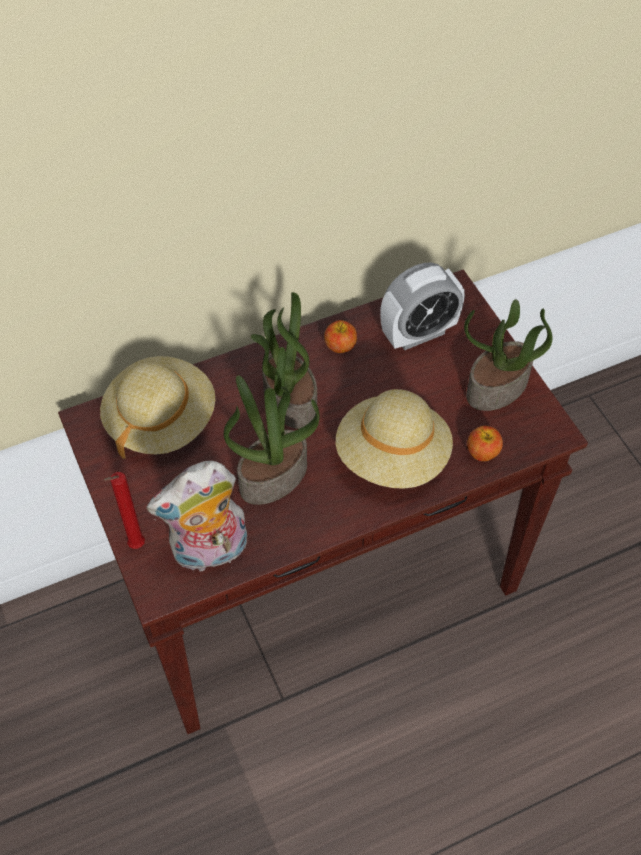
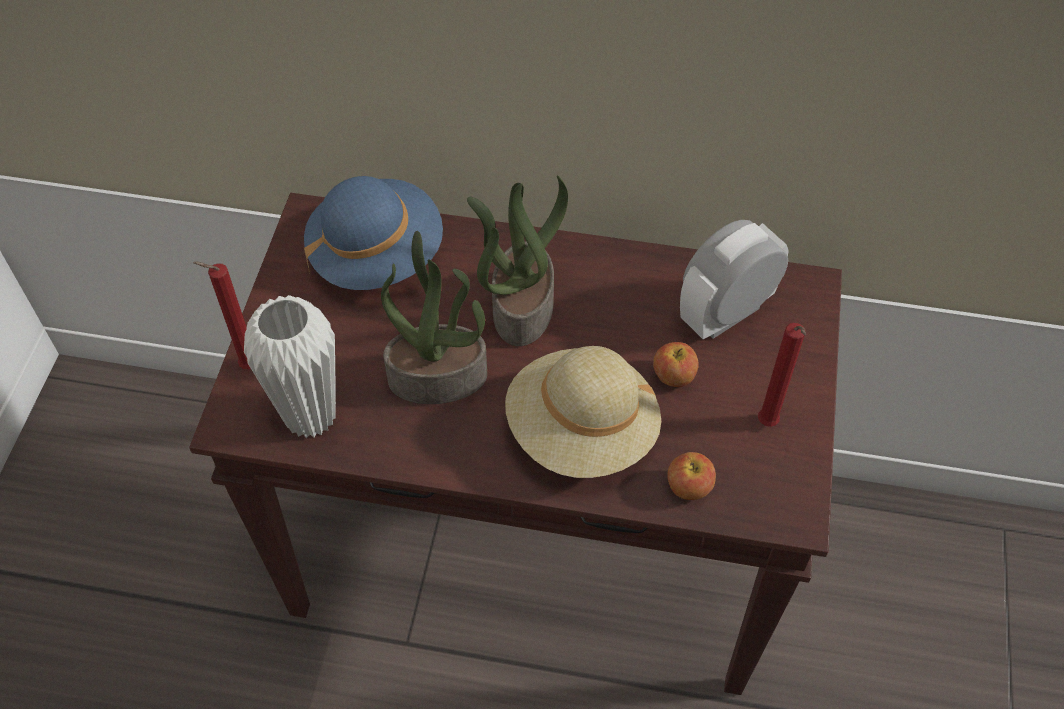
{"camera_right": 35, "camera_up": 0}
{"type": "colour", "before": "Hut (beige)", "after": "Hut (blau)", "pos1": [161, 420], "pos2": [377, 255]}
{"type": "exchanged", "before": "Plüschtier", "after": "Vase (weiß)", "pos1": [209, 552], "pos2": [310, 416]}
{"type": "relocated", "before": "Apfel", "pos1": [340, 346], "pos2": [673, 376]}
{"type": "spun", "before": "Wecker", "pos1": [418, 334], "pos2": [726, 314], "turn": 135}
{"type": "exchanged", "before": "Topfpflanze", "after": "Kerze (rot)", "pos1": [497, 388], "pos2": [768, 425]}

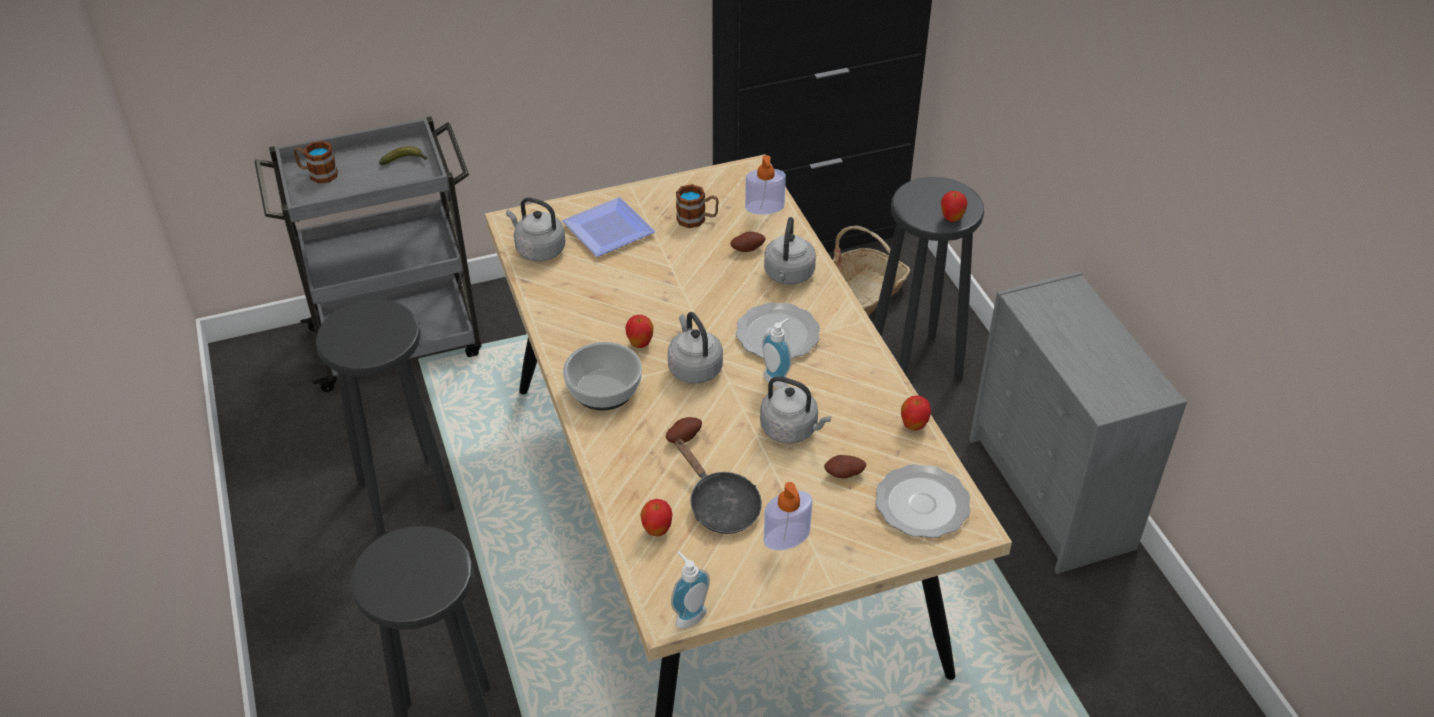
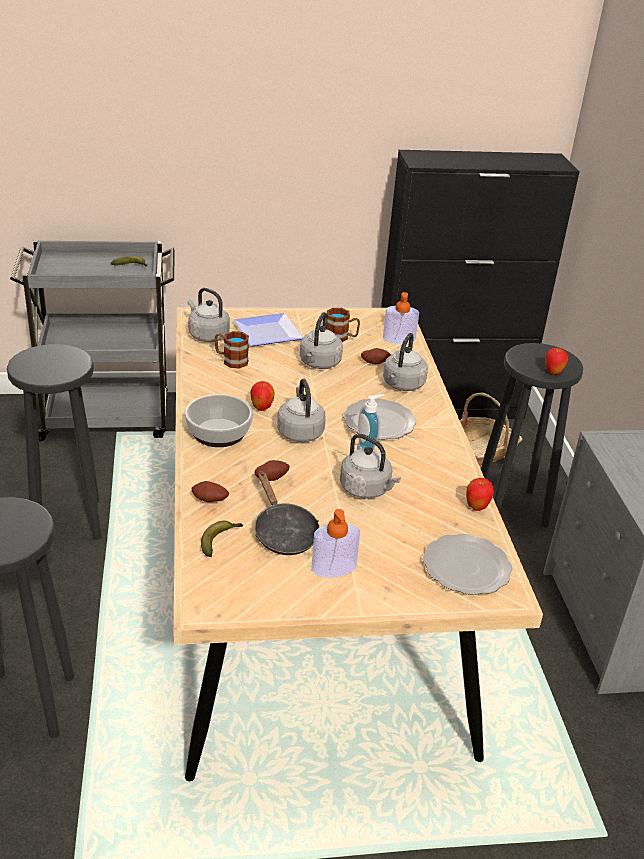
{"camera_right": 10, "camera_up": -10}
{"type": "relocated", "before": "Henkelbecher", "pos1": [318, 174], "pos2": [231, 360]}
{"type": "exchanged", "before": "Apfel", "after": "Banane", "pos1": [657, 531], "pos2": [220, 540]}
{"type": "missing", "before": "Seifenspender", "pos1": [688, 615]}
{"type": "relocated", "before": "Kartoffel", "pos1": [844, 475], "pos2": [209, 501]}
{"type": "appeared", "after": "Wasserkessel (grau)", "pos2": [319, 364]}

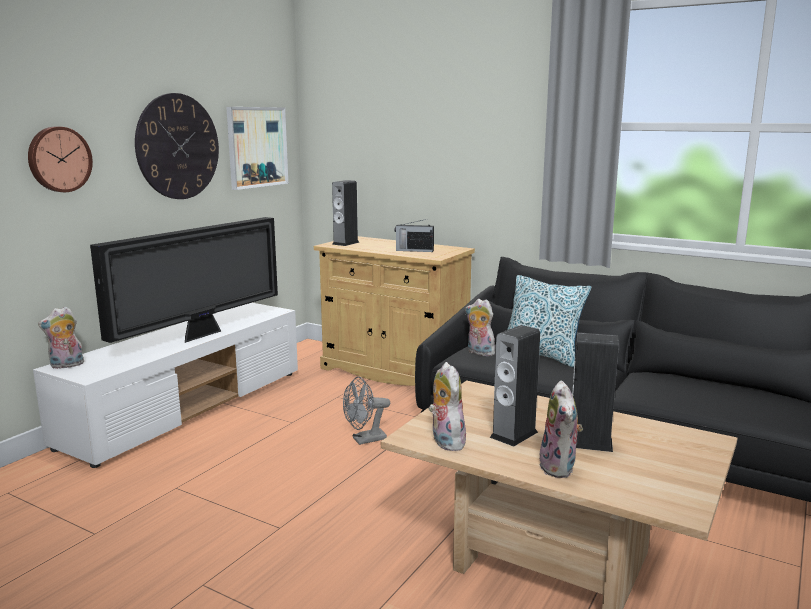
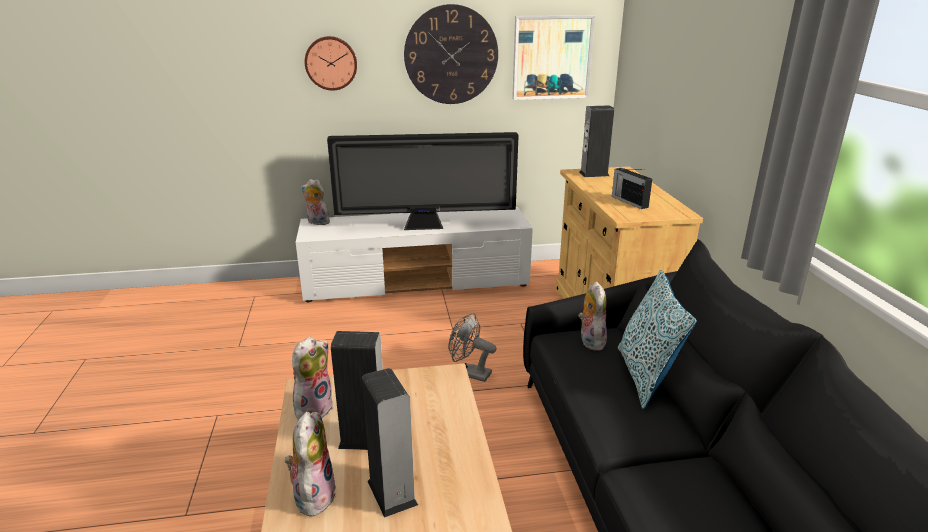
{"camera_right": 50, "camera_up": 10}
{"type": "spun", "before": "Plüschtier", "pos1": [560, 468], "pos2": [313, 495], "turn": 135}

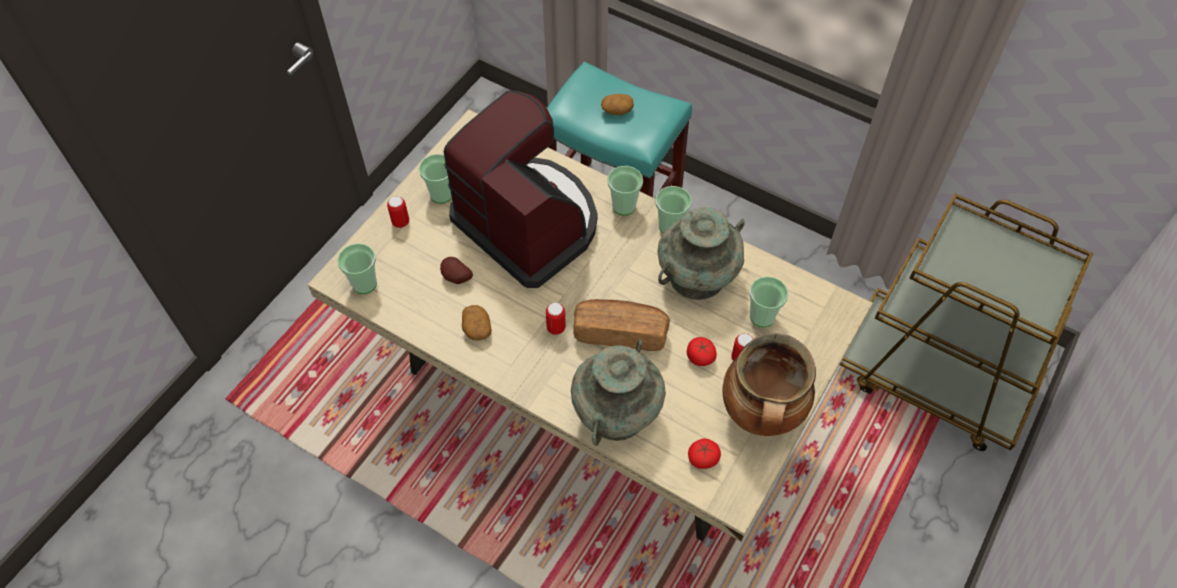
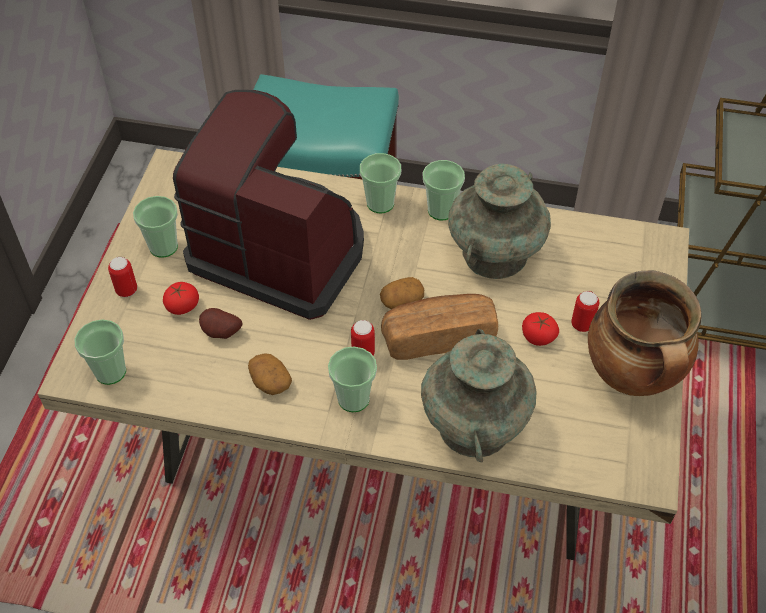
{"camera_right": -20, "camera_up": -5}
{"type": "relocated", "before": "Kartoffel", "pos1": [617, 110], "pos2": [402, 302]}
{"type": "relocated", "before": "Tomate", "pos1": [703, 458], "pos2": [182, 306]}
{"type": "relocated", "before": "Tasse", "pos1": [762, 316], "pos2": [353, 399]}

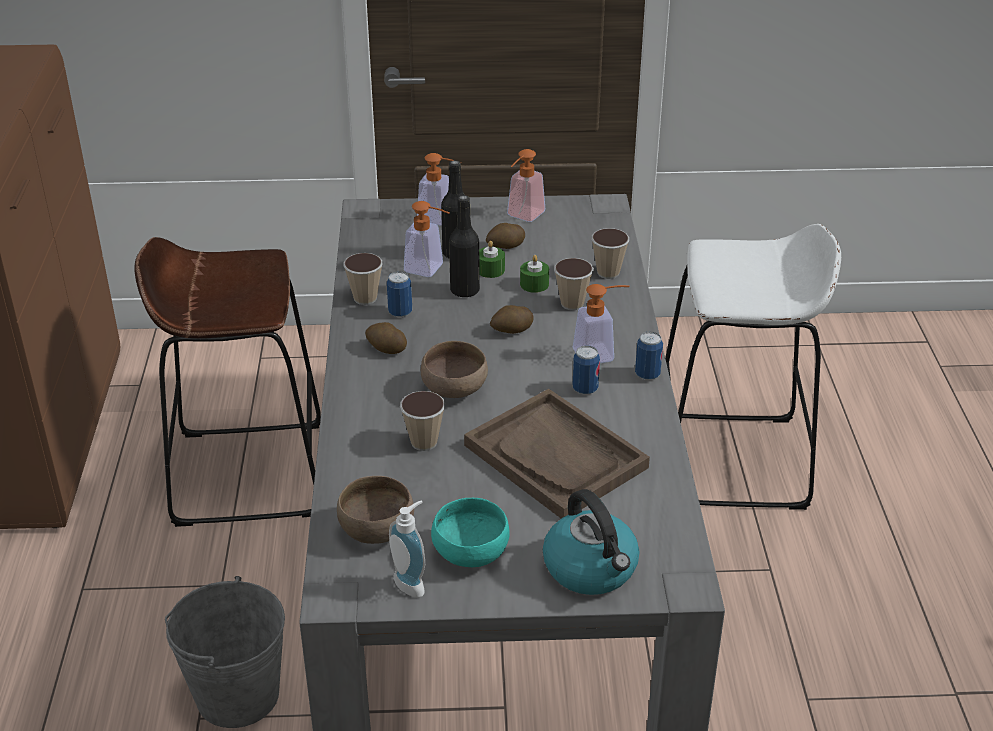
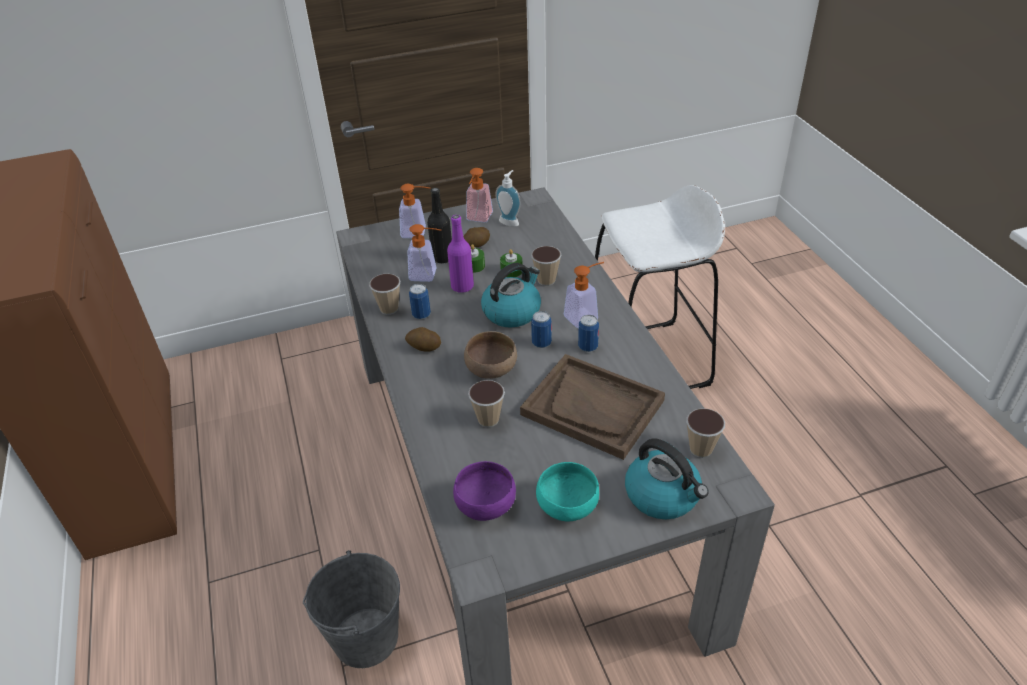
{"camera_right": -15, "camera_up": 5}
{"type": "missing", "before": "Hocker (braun)", "pos1": [249, 473]}
{"type": "colour", "before": "Schüssel (braun)", "after": "Schüssel (lila)", "pos1": [377, 529], "pos2": [485, 504]}
{"type": "relocated", "before": "Seifenspender", "pos1": [412, 583], "pos2": [510, 221]}
{"type": "colour", "before": "Flasche (schwarz)", "after": "Flasche (lila)", "pos1": [465, 290], "pos2": [462, 286]}
{"type": "exchanged", "before": "Kartoffel", "after": "Wasserkessel", "pos1": [511, 331], "pos2": [512, 311]}
{"type": "relocated", "before": "Tasse", "pos1": [608, 273], "pos2": [700, 449]}
{"type": "relocated", "before": "Dose", "pos1": [647, 374], "pos2": [541, 343]}

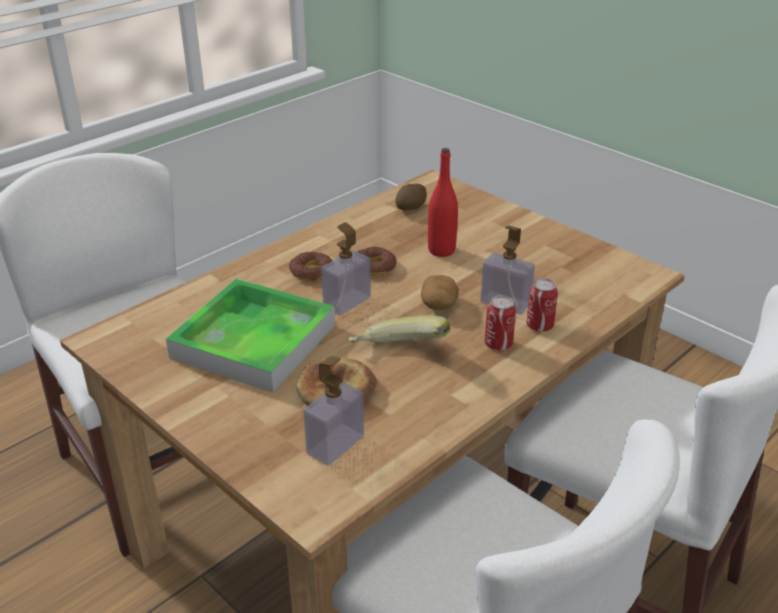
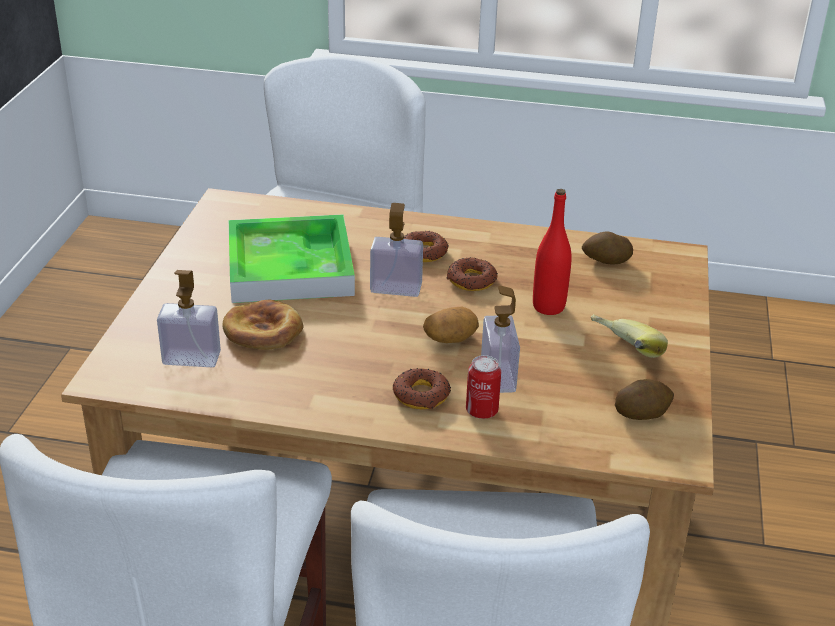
{"camera_right": 55, "camera_up": 0}
{"type": "relocated", "before": "Banane", "pos1": [398, 354], "pos2": [621, 356]}
{"type": "exchanged", "before": "Dose", "after": "Donut", "pos1": [498, 344], "pos2": [421, 395]}
{"type": "appeared", "after": "Kartoffel", "pos2": [642, 413]}

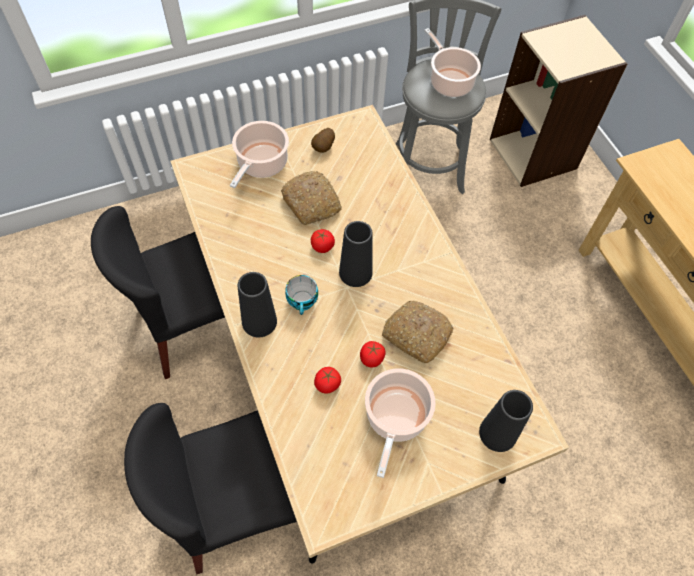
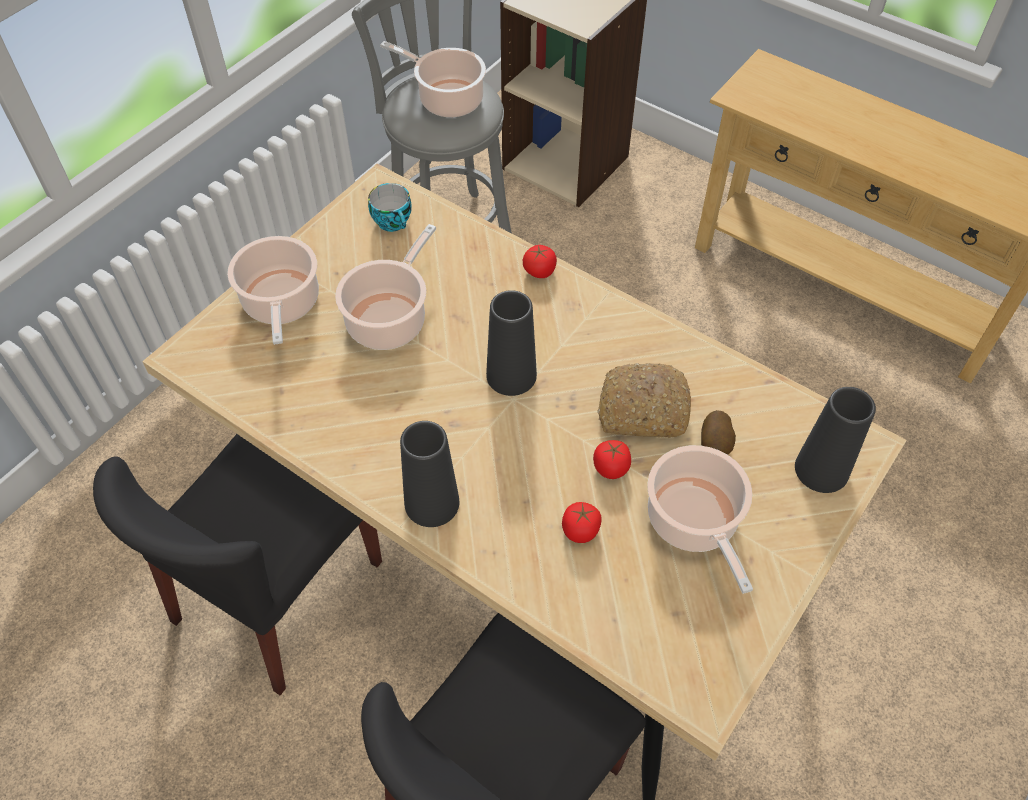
{"camera_right": -30, "camera_up": -5}
{"type": "exchanged", "before": "Brot", "after": "Kochtopf", "pos1": [312, 203], "pos2": [389, 319]}
{"type": "relocated", "before": "Tasse", "pos1": [303, 302], "pos2": [394, 222]}
{"type": "relocated", "before": "Kartoffel", "pos1": [324, 148], "pos2": [715, 445]}
{"type": "relocated", "before": "Tomate", "pos1": [322, 246], "pos2": [539, 271]}

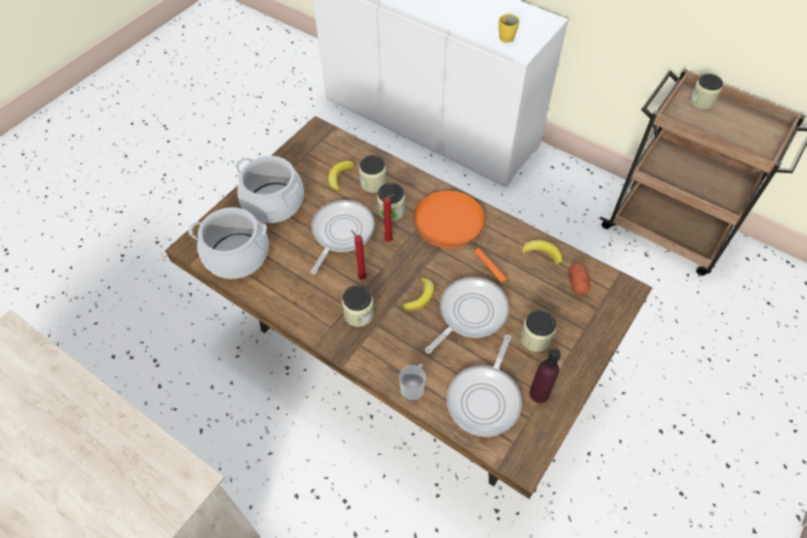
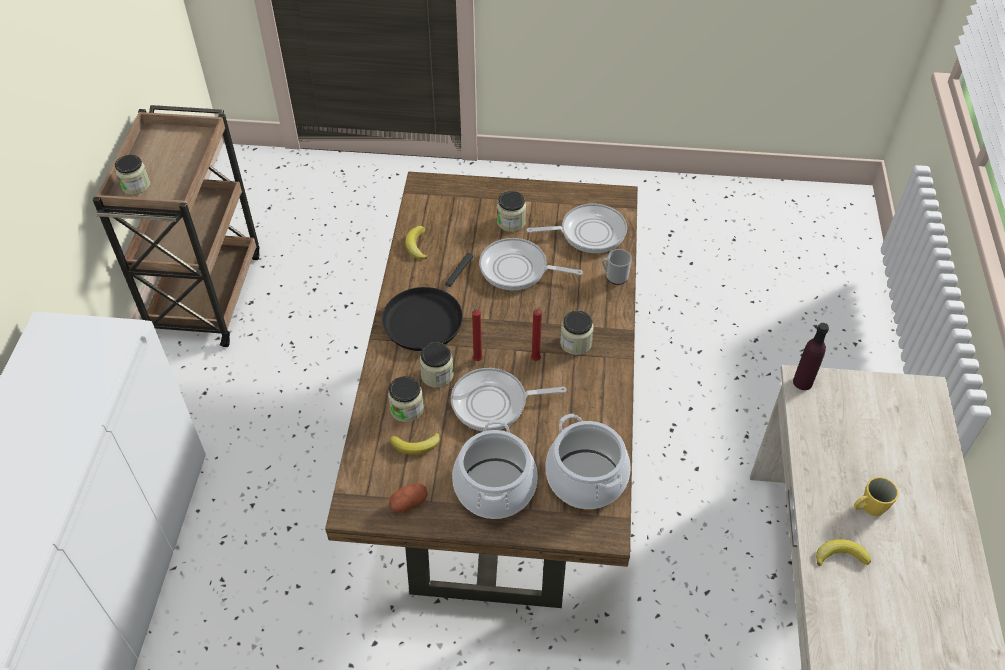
{"camera_right": -120, "camera_up": -5}
{"type": "relocated", "before": "Banane", "pos1": [420, 297], "pos2": [840, 555]}
{"type": "colour", "before": "Pfanne (orange)", "after": "Pfanne (schwarz)", "pos1": [452, 226], "pos2": [425, 318]}
{"type": "relocated", "before": "Henkelbecher (gelb)", "pos1": [507, 35], "pos2": [868, 508]}
{"type": "relocated", "before": "Flasche (lila)", "pos1": [539, 393], "pos2": [802, 382]}
{"type": "relocated", "before": "Kartoffel", "pos1": [577, 283], "pos2": [409, 502]}

